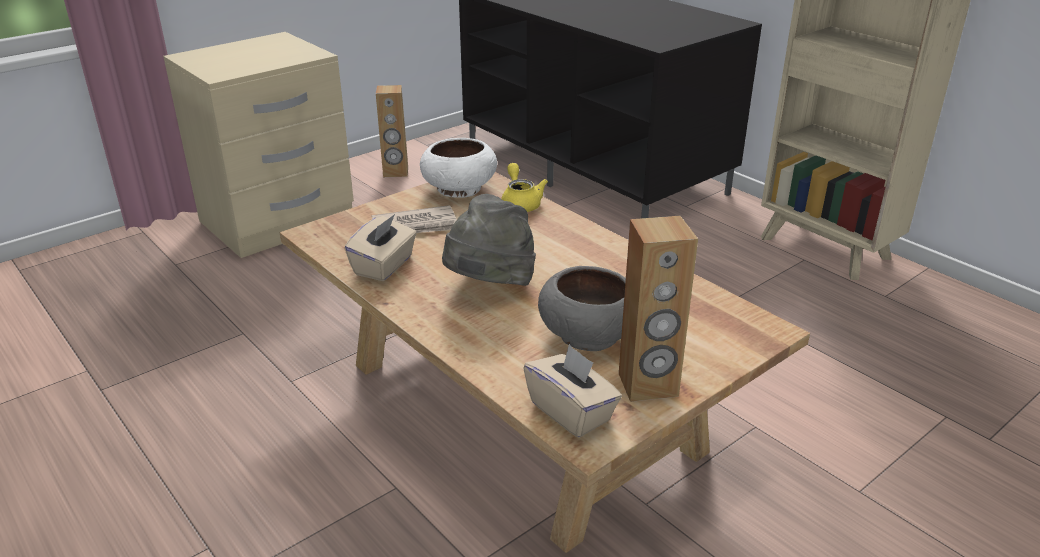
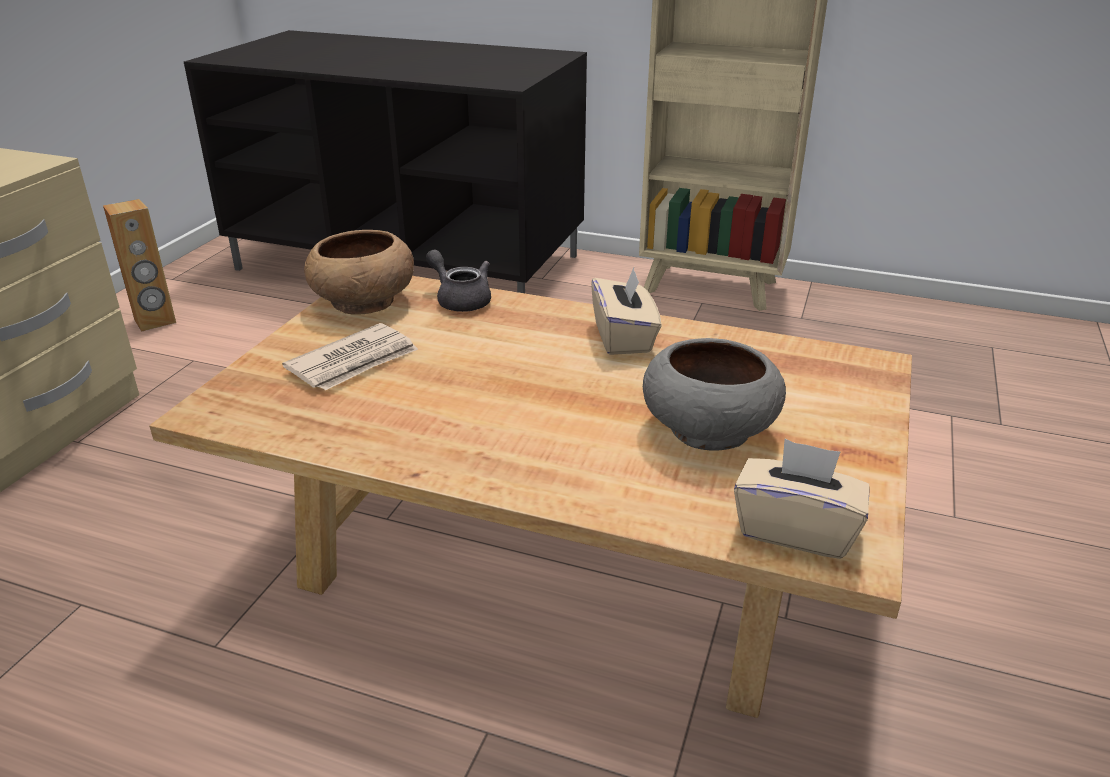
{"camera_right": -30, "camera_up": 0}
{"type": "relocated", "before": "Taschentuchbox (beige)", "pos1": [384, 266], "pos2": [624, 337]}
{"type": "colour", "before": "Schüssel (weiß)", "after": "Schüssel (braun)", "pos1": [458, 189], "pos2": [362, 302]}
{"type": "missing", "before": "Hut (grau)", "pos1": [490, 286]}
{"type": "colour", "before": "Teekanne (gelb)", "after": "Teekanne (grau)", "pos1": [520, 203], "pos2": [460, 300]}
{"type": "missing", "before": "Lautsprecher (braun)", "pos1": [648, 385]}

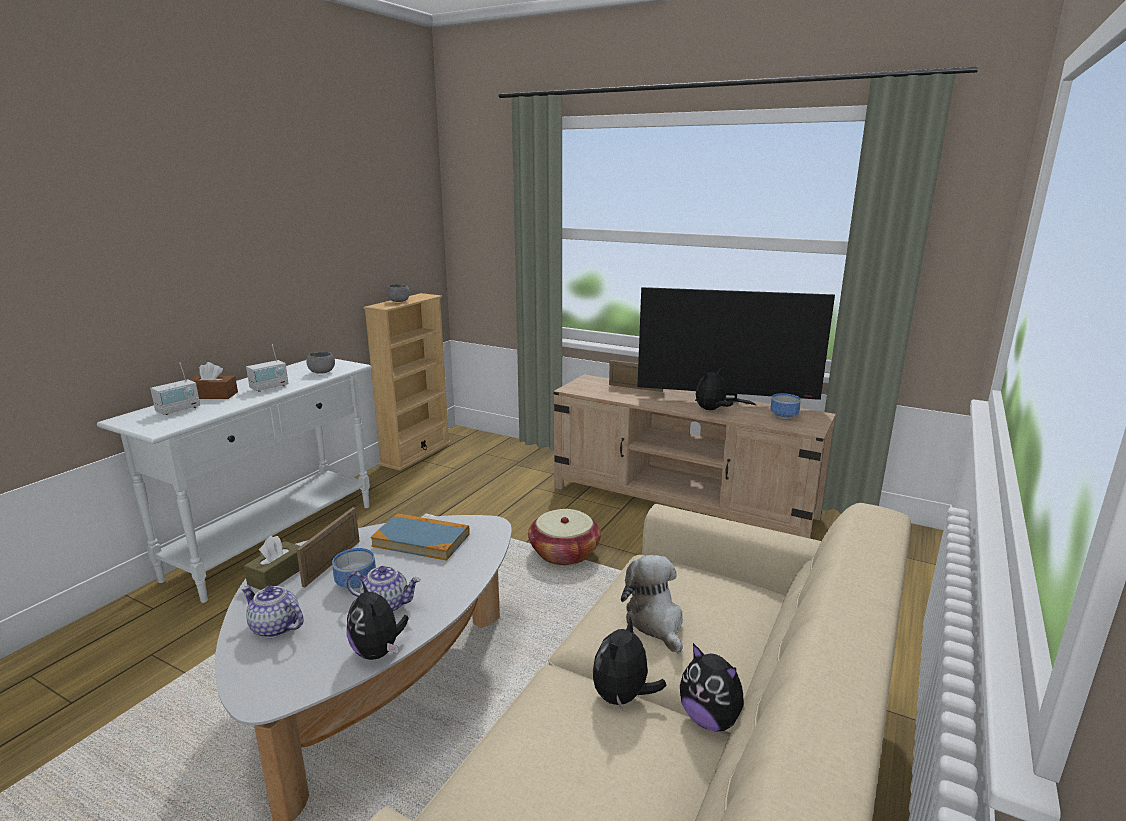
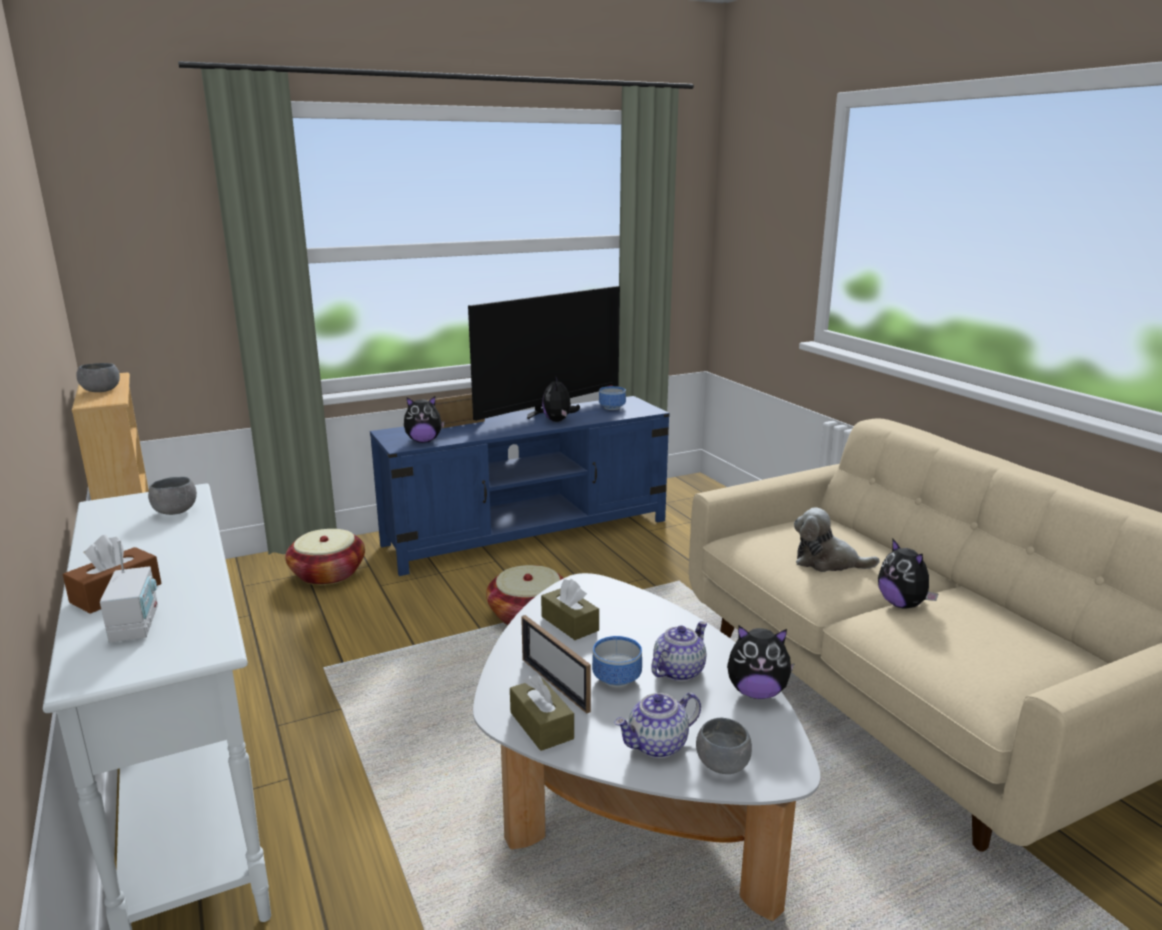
{"camera_right": -55, "camera_up": 0}
{"type": "missing", "before": "Radio", "pos1": [269, 387]}
{"type": "exchanged", "before": "Buch", "after": "Taschentuchbox (braun)", "pos1": [421, 540], "pos2": [569, 623]}
{"type": "colour", "before": "Fernsehschrank (beige)", "after": "Fernsehschrank (blau)", "pos1": [682, 502], "pos2": [528, 532]}
{"type": "relocated", "before": "Plüschtier", "pos1": [711, 719], "pos2": [424, 441]}
{"type": "appeared", "after": "Korb", "pos2": [328, 574]}
{"type": "appeared", "after": "Schüssel (grau)", "pos2": [722, 765]}

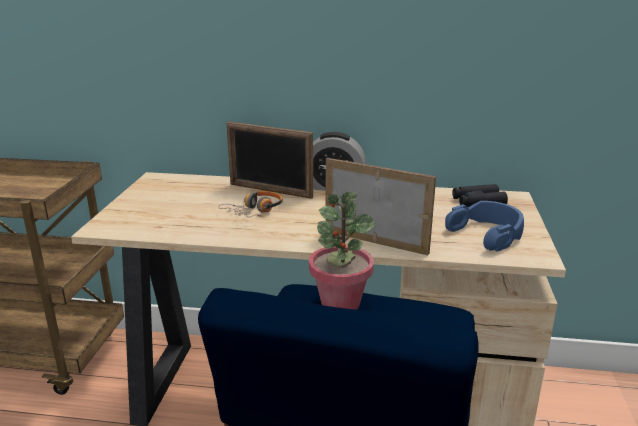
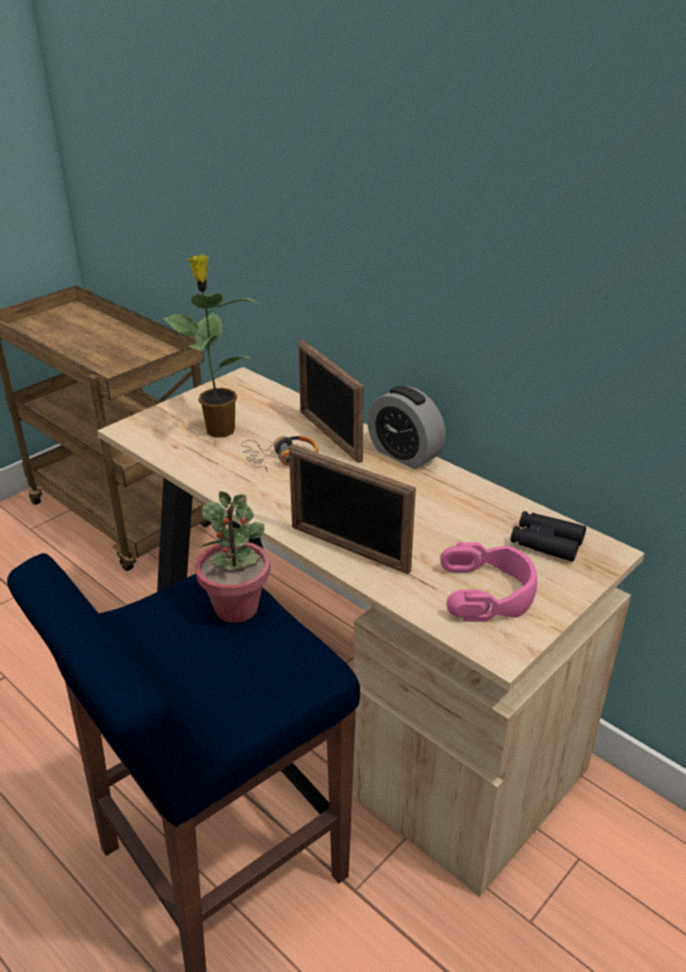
{"camera_right": 35, "camera_up": 10}
{"type": "spun", "before": "Bilderrahmen", "pos1": [375, 241], "pos2": [348, 549], "turn": 150}
{"type": "colour", "before": "Kopfhörer (blau)", "after": "Kopfhörer (rosa)", "pos1": [487, 234], "pos2": [488, 592]}
{"type": "appeared", "after": "Topfpflanze", "pos2": [219, 429]}

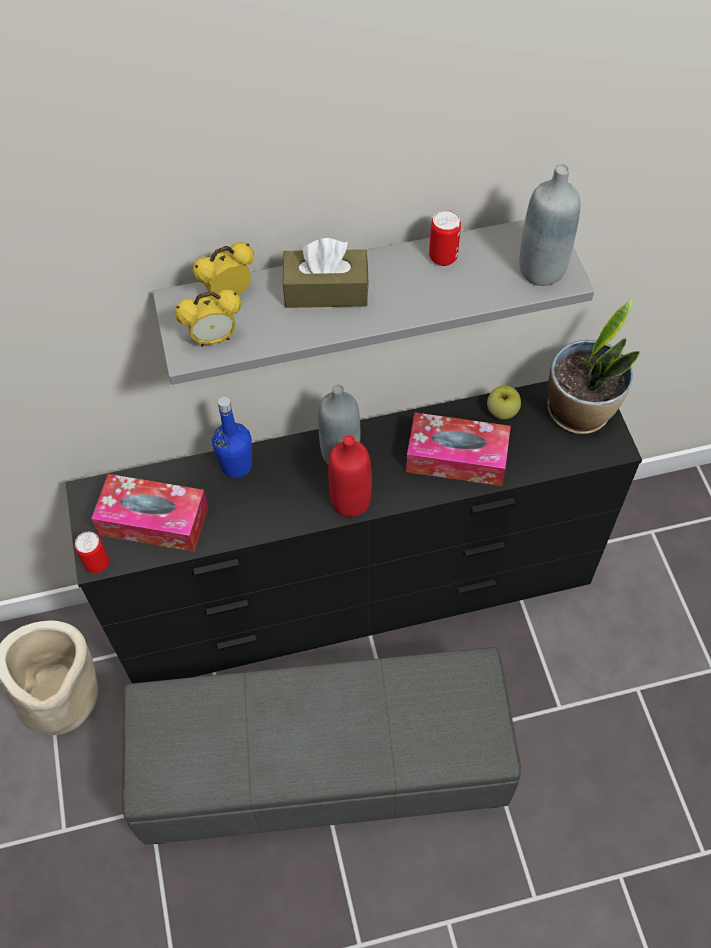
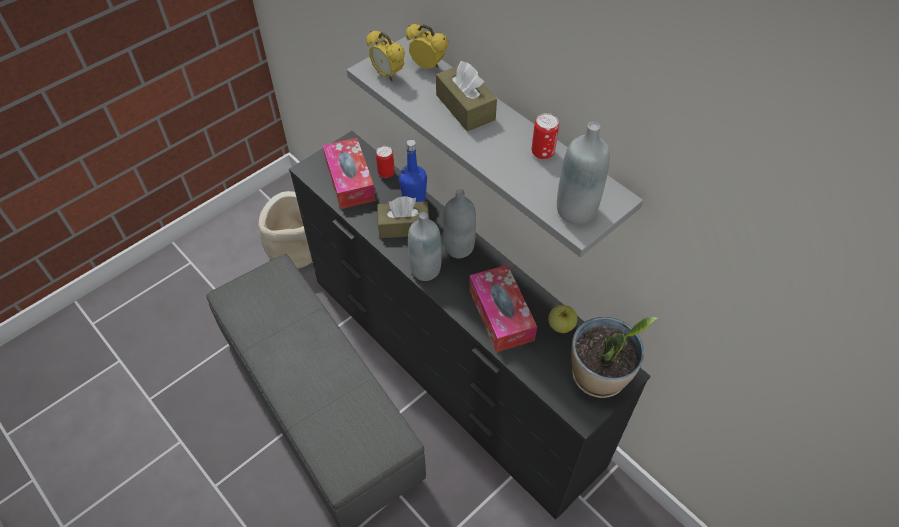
{"camera_right": 60, "camera_up": -5}
{"type": "relocated", "before": "Dose", "pos1": [97, 563], "pos2": [386, 173]}
{"type": "colour", "before": "Flasche (rot)", "after": "Flasche (grau)", "pos1": [350, 501], "pos2": [425, 270]}
{"type": "appeared", "after": "Taschentuchbox (braun)", "pos2": [404, 226]}

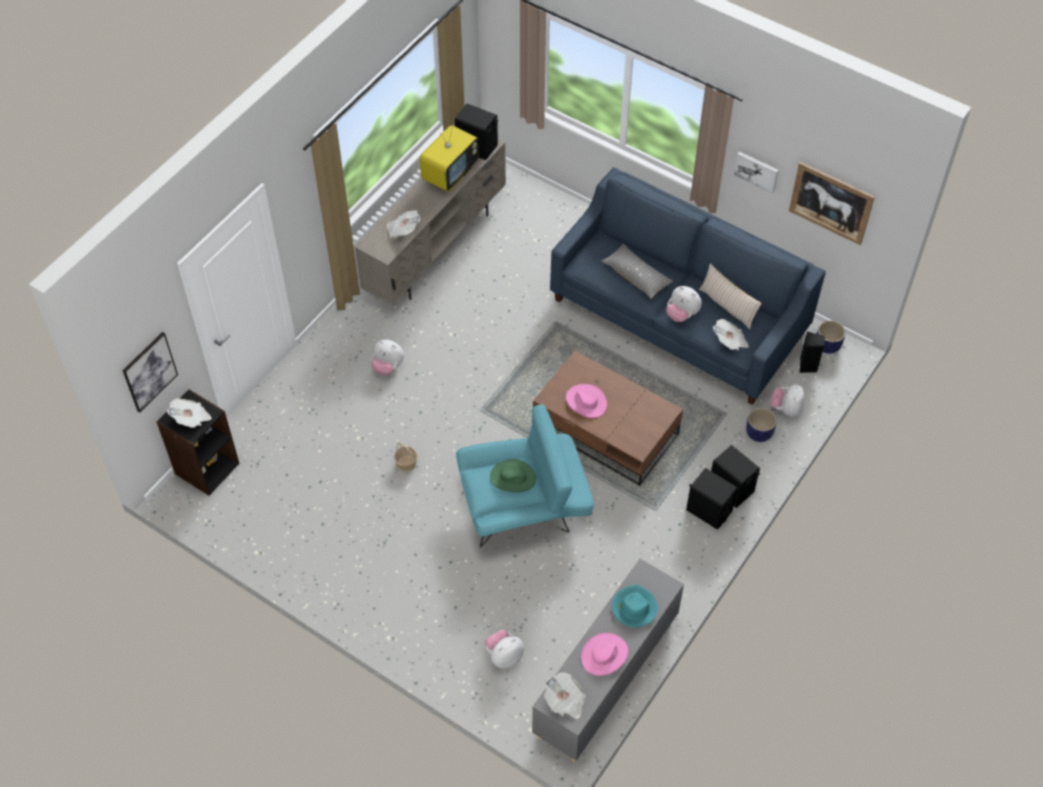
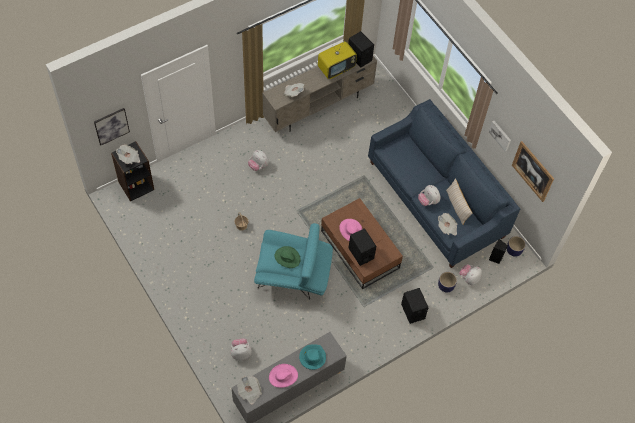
{"camera_right": 20, "camera_up": 5}
{"type": "missing", "before": "Kissen (grau)", "pos1": [636, 276]}
{"type": "relocated", "before": "Lautsprecher (schwarz)", "pos1": [708, 510], "pos2": [361, 253]}

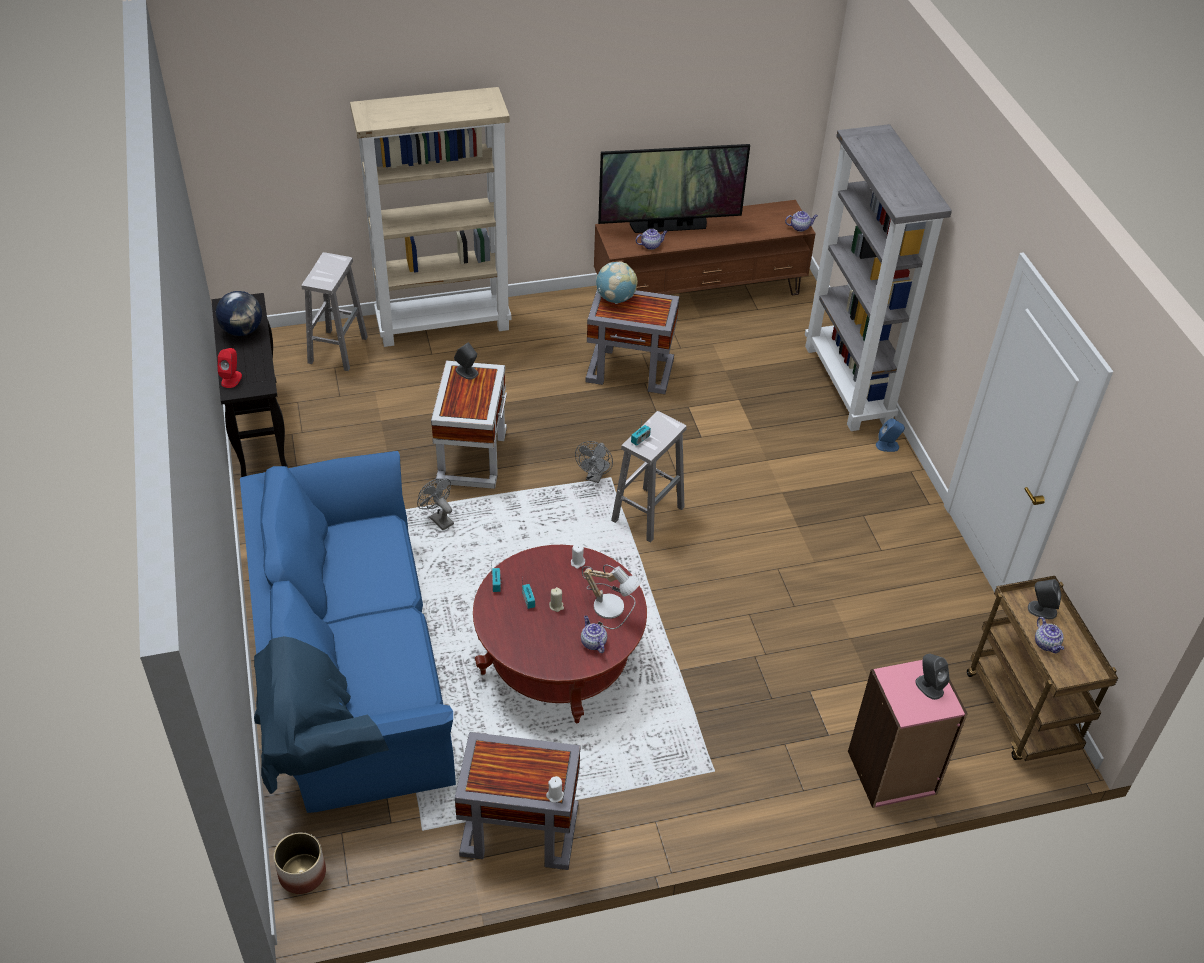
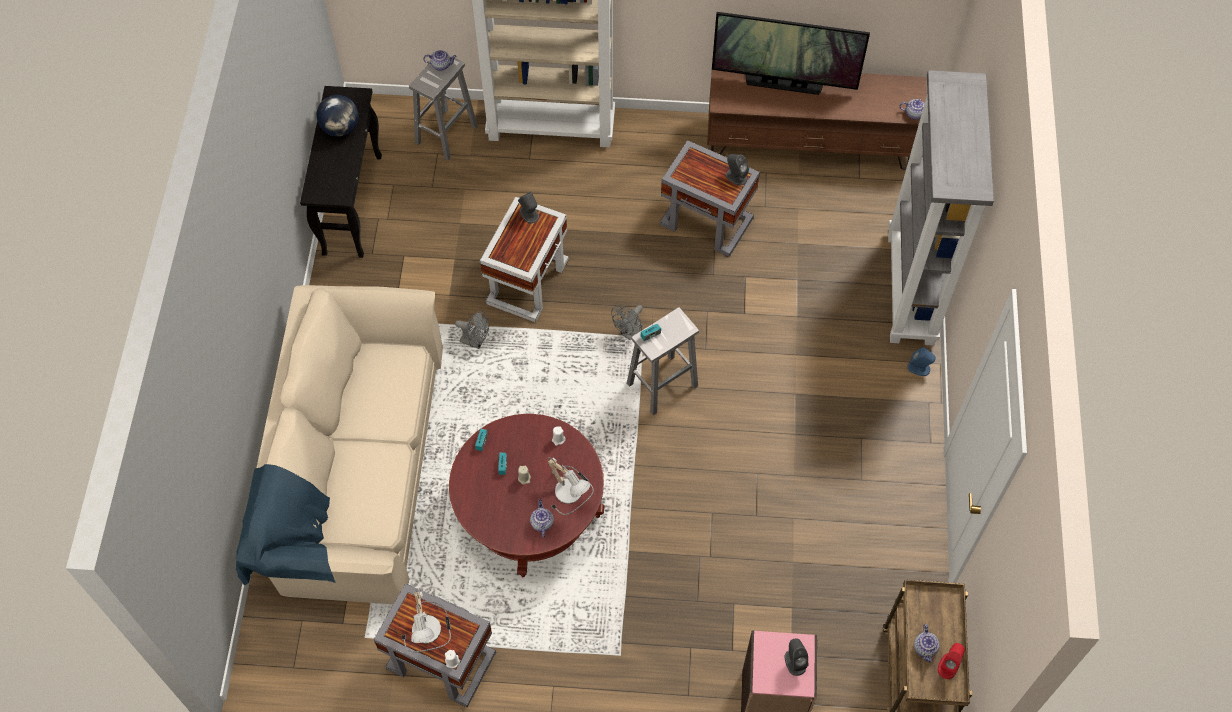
{"camera_right": 20, "camera_up": 15}
{"type": "relocated", "before": "Lautsprecher (rot)", "pos1": [231, 379], "pos2": [948, 665]}
{"type": "colour", "before": "Sofa (blau)", "after": "Sofa (beige)", "pos1": [348, 664], "pos2": [354, 467]}
{"type": "missing", "before": "Pflanzkübel", "pos1": [302, 873]}
{"type": "spun", "before": "Ventilator (grau)", "pos1": [438, 519], "pos2": [475, 341], "turn": 135}
{"type": "missing", "before": "Globus", "pos1": [615, 298]}
{"type": "relocated", "before": "Teekanne", "pos1": [651, 245], "pos2": [441, 65]}
{"type": "relocated", "before": "Lautsprecher (grau)", "pos1": [1041, 610], "pos2": [736, 177]}
{"type": "appeared", "after": "Tischlampe", "pos2": [430, 631]}

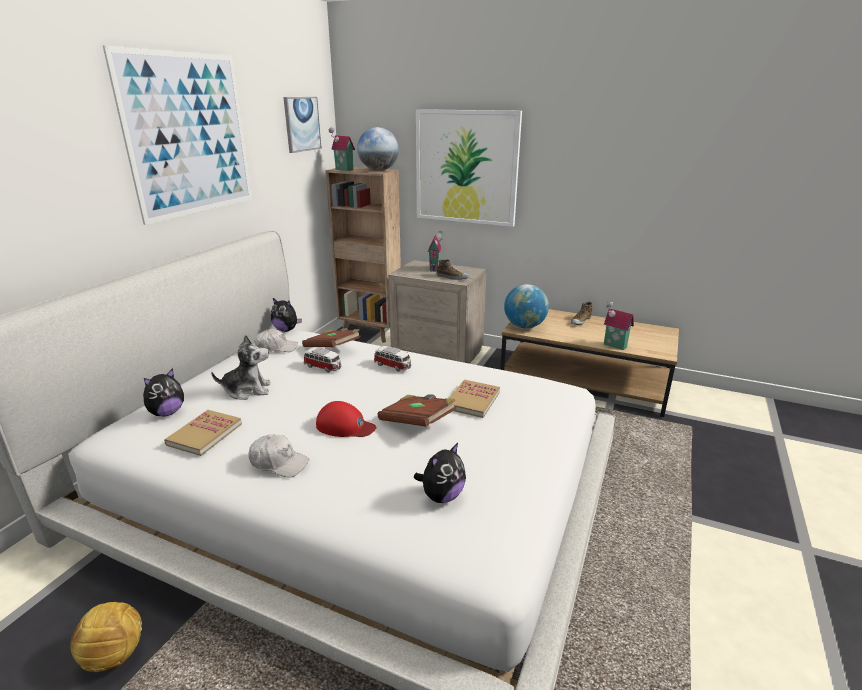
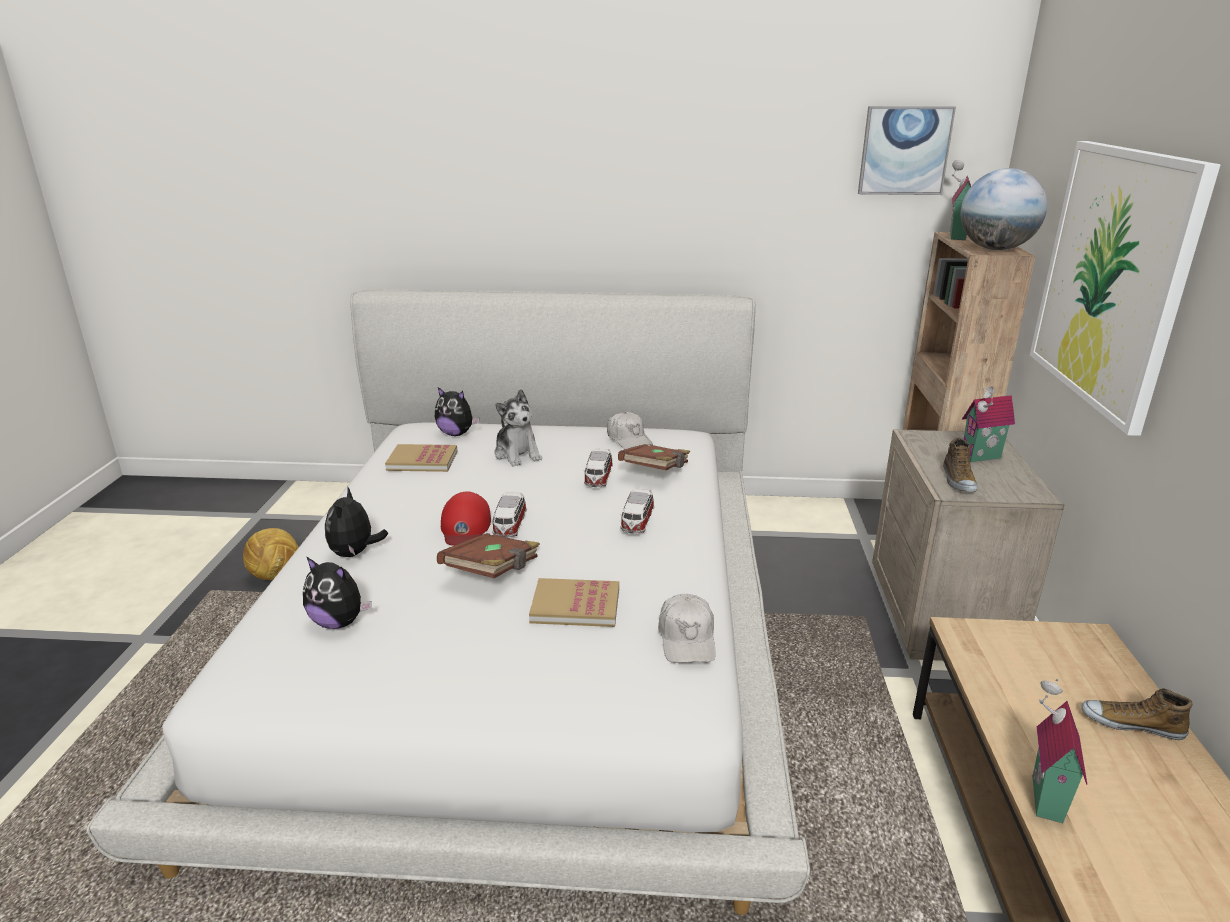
{"camera_right": 70, "camera_up": 0}
{"type": "missing", "before": "Bild", "pos1": [189, 135]}
{"type": "relocated", "before": "Kappe (weiß)", "pos1": [279, 462], "pos2": [687, 639]}
{"type": "relocated", "before": "Plüschtier", "pos1": [286, 330], "pos2": [355, 553]}
{"type": "missing", "before": "Globus", "pos1": [524, 326]}
{"type": "appeared", "after": "Spielzeugauto", "pos2": [510, 526]}

